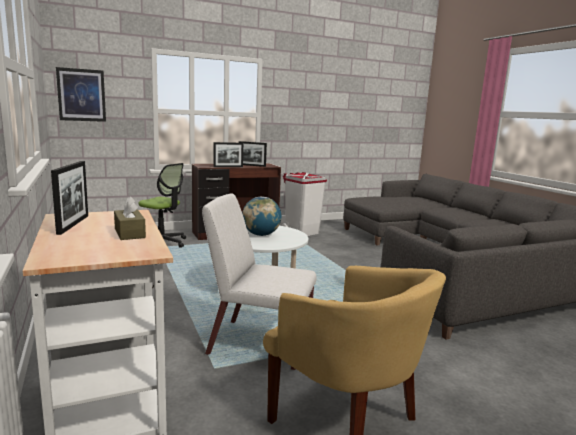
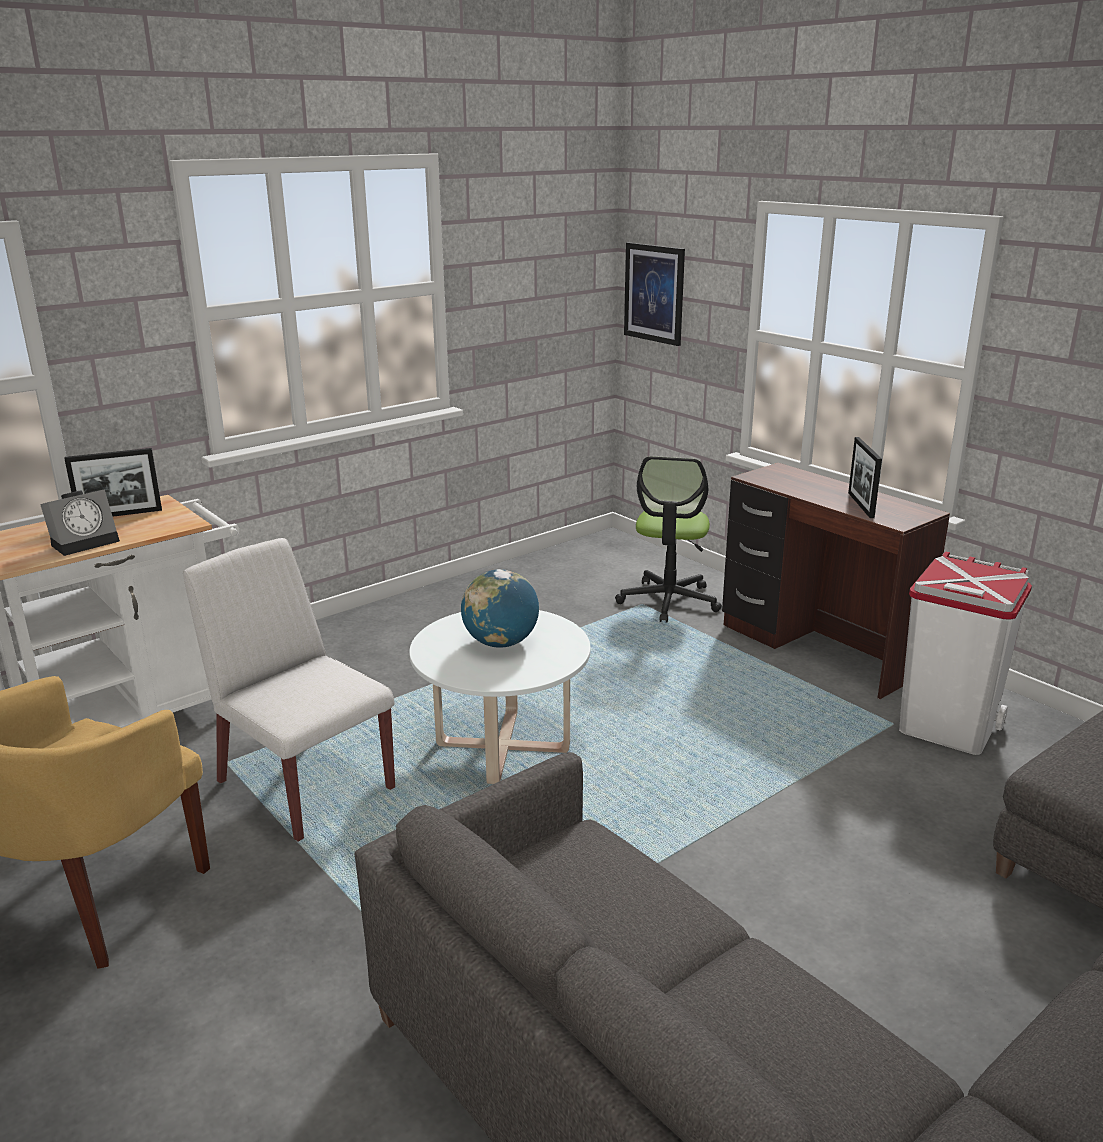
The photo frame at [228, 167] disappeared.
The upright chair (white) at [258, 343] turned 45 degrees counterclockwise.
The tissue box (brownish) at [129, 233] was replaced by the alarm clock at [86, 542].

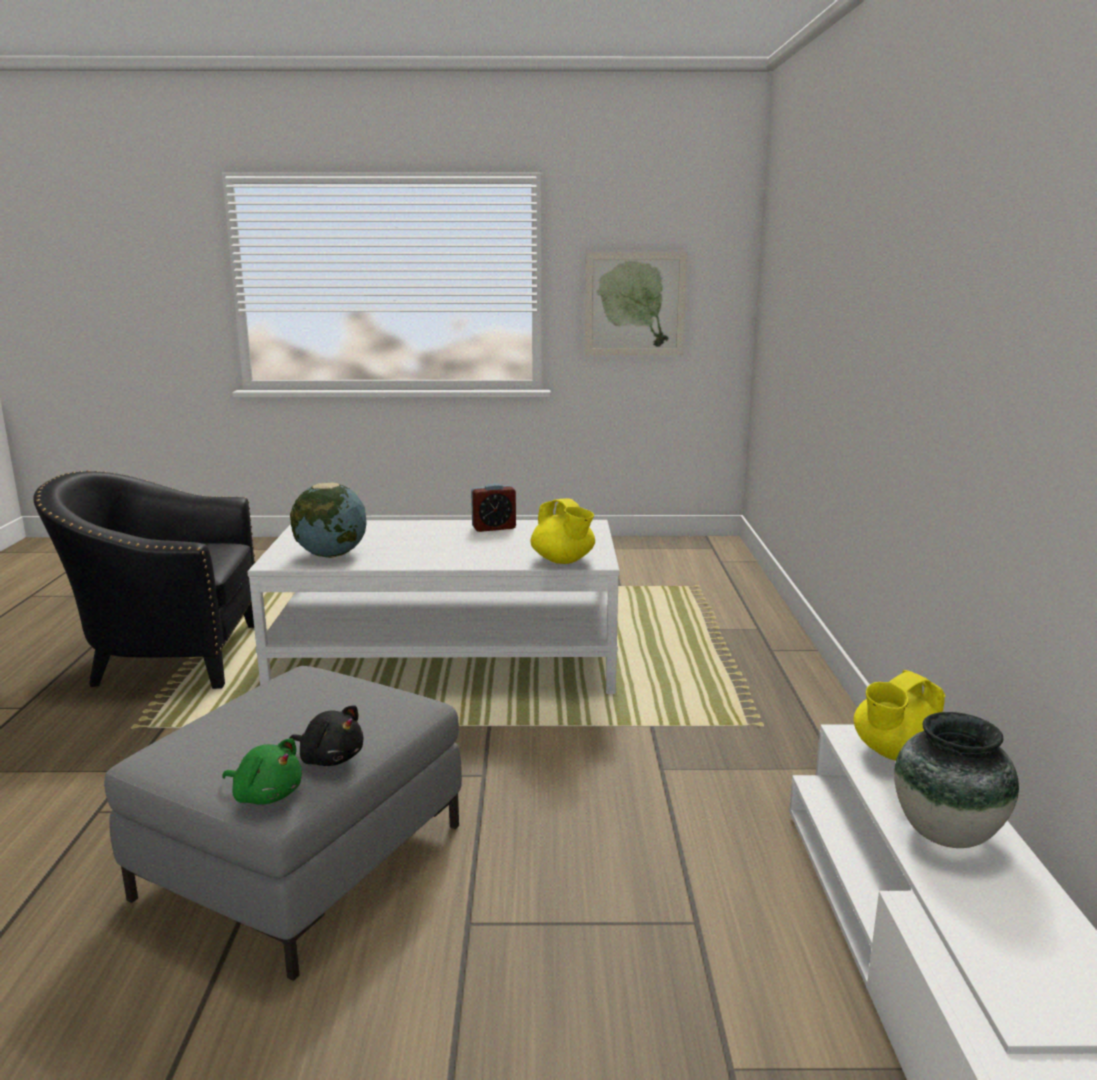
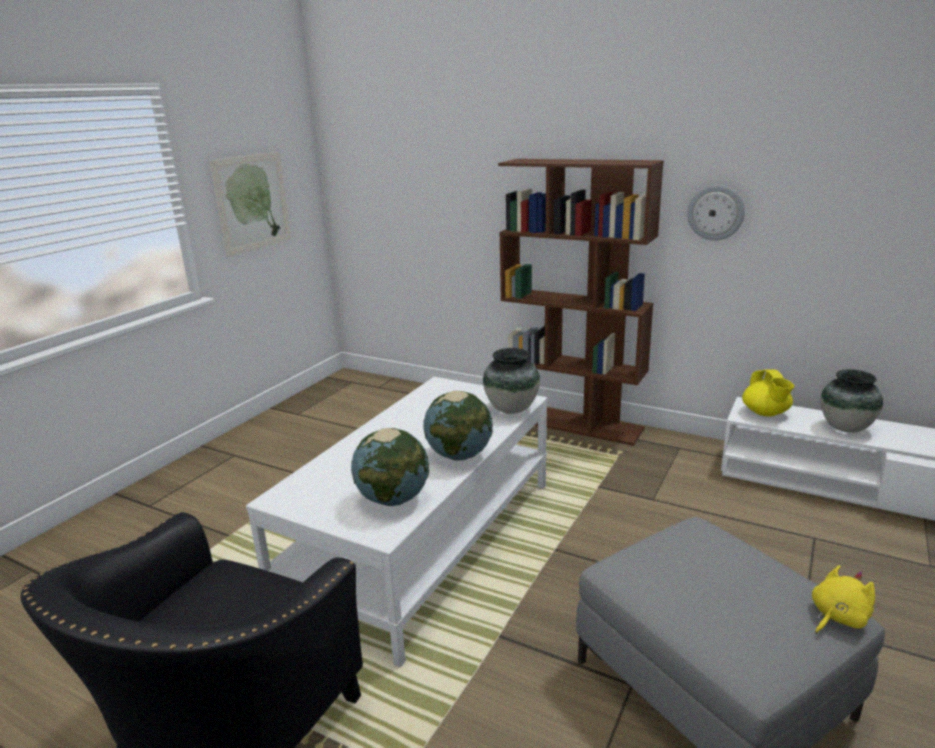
The alarm clock at [494, 528] disappeared.
The pot for tea (yellow) at [563, 561] was replaced by the flower vase at [512, 409].
The soft toy (blackish) at [330, 758] disappeared.
The soft toy (green) at [266, 795] became the soft toy (yellow) at [837, 617].
The bookcase (brownish) at [573, 423] appeared.
The hanging clock at [715, 212] appeared.
The globe at [459, 455] appeared.

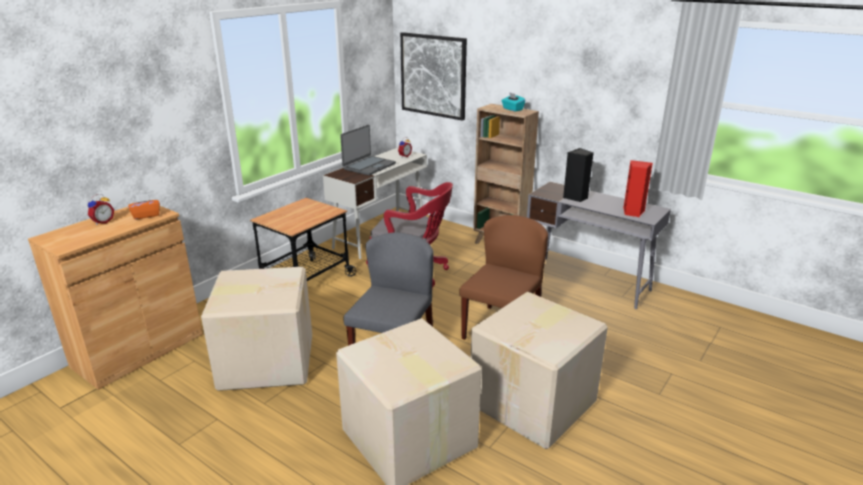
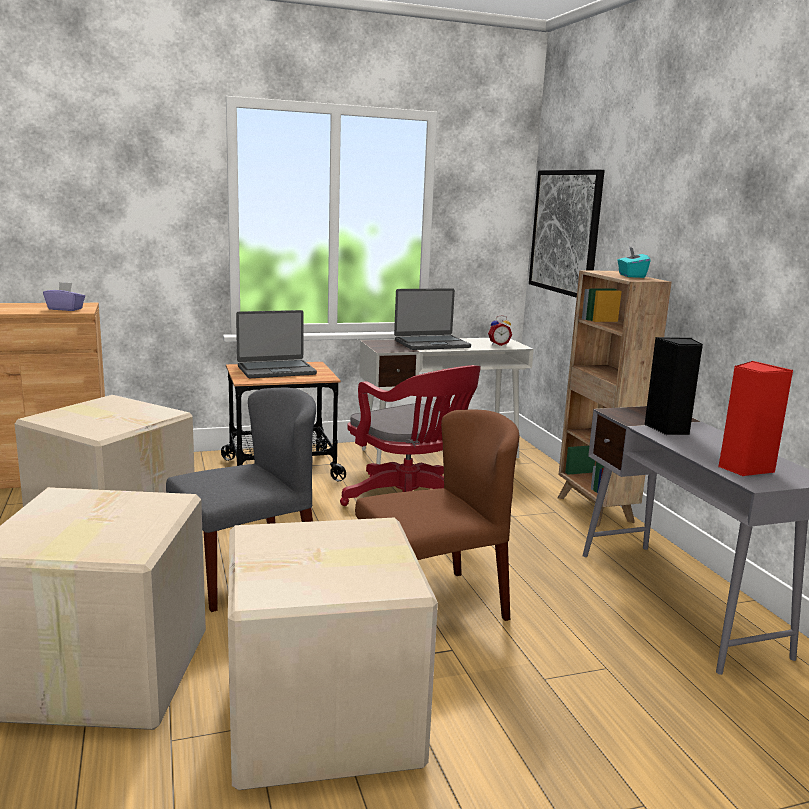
The tissue box (orangey) at [146, 215] became the tissue box (purplish) at [65, 309].
The alarm clock at [102, 222] disappeared.
The laptop at [276, 370] appeared.

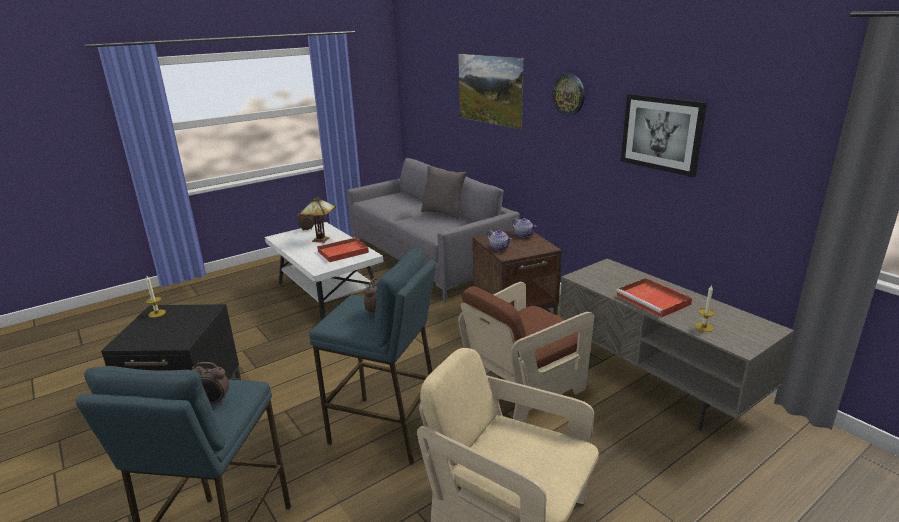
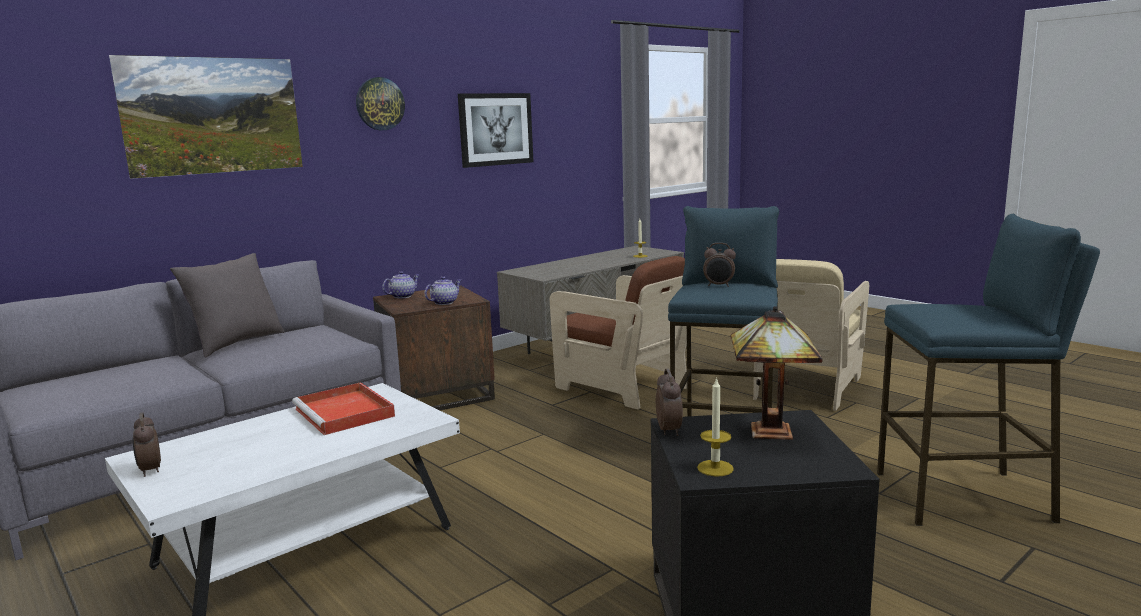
The lamp for a table moved from [322, 239] to [768, 430].
The carrying tray (red-coloured) at [654, 300] disappeared.
The alarm clock moved from [213, 402] to [669, 430].

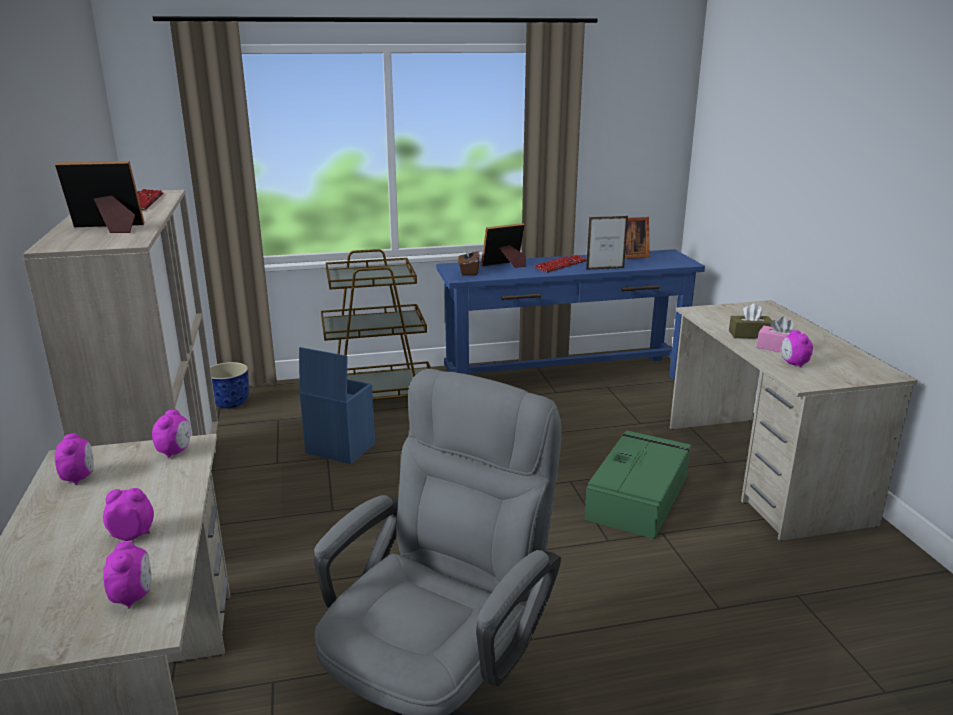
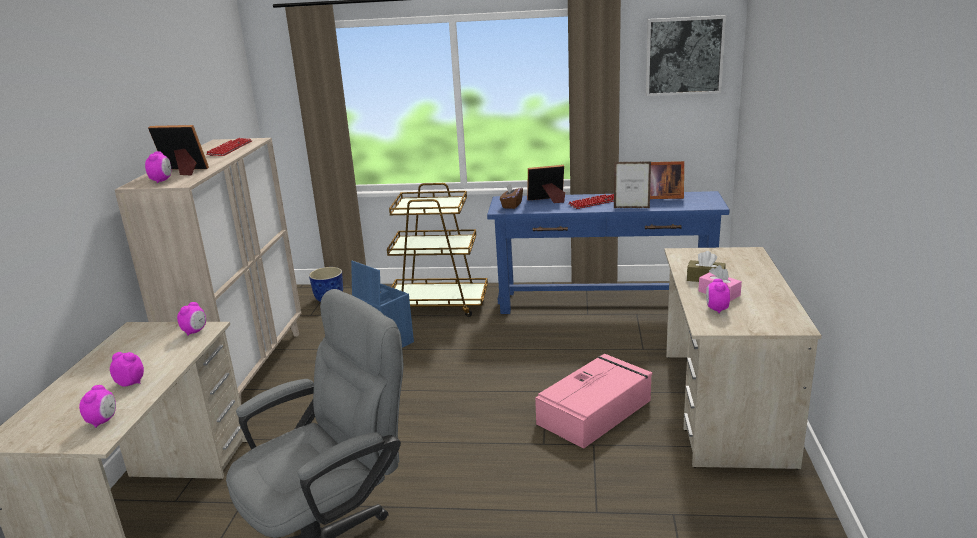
The storage box (green) at [638, 496] became the storage box (pink) at [595, 411].
The alarm clock moved from [79, 478] to [162, 180].
The wall art at [684, 56] appeared.

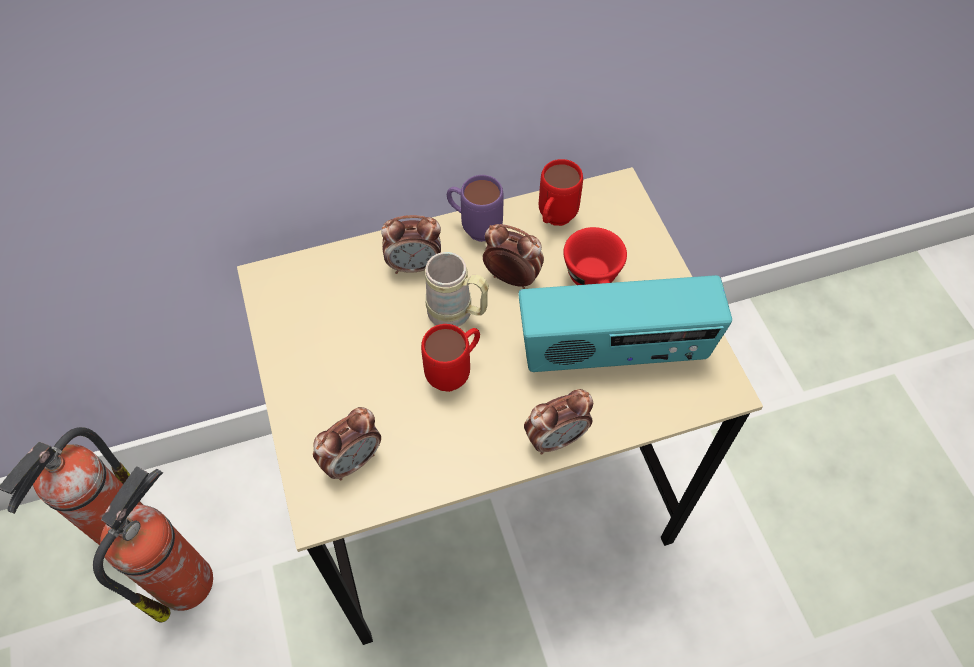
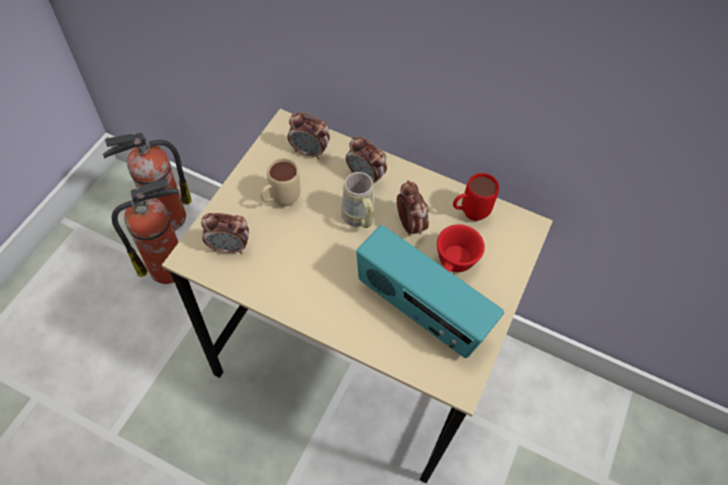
The mug (purplish) at [474, 227] disappeared.
The mug (red-coloured) at [455, 372] disappeared.
The alarm clock moved from [556, 438] to [309, 151].
The mug (sand-coloured) at [280, 201] appeared.

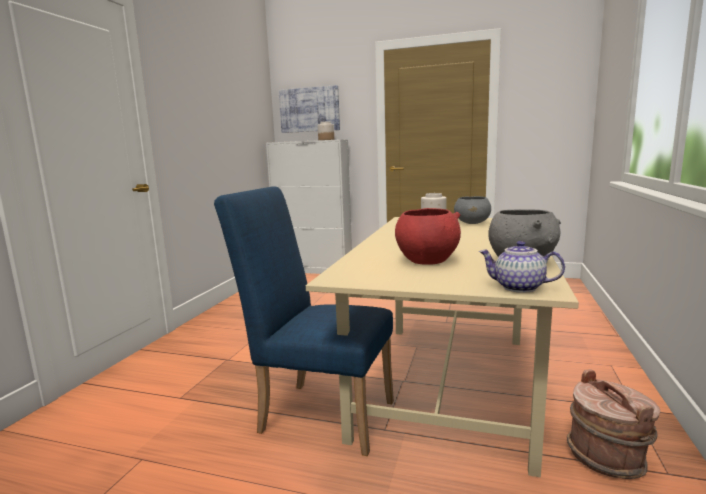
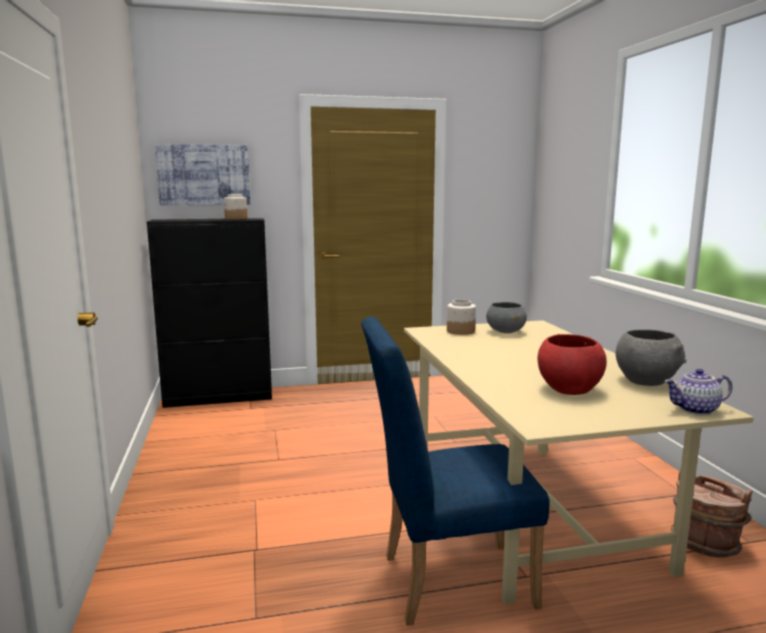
The storage cabinet (white) at [314, 270] became the storage cabinet (blackish) at [219, 397].

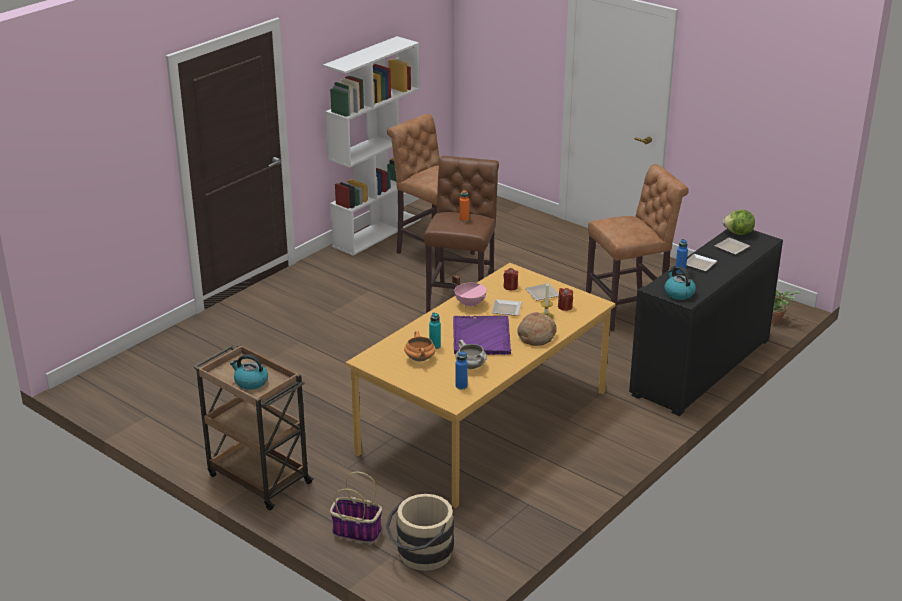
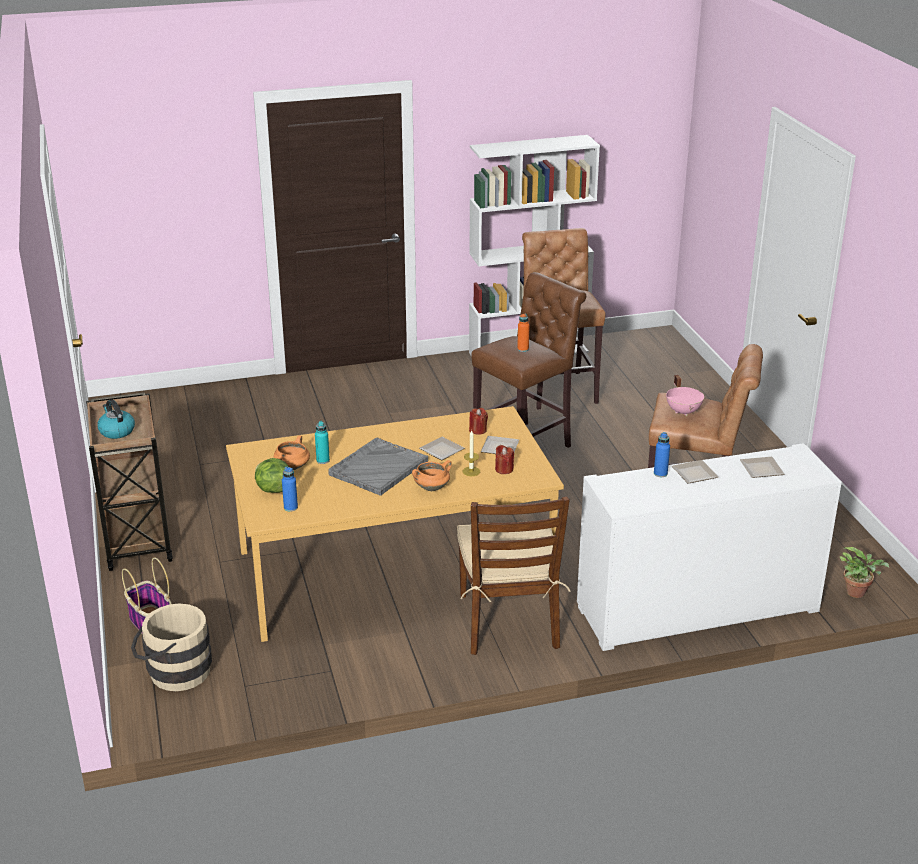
The lettuce moved from [738, 233] to [273, 489].
The storage cabinet (blackish) at [701, 366] became the storage cabinet (white) at [697, 608].
The water kettle at [678, 293] disappeared.
The cooking pot (pink) moved from [470, 303] to [684, 411].
The bakery bread at [536, 336] was replaced by the cooking pot (orangey) at [432, 487].
The carrying tray (purplish) at [481, 337] became the carrying tray (gray) at [378, 468].
The cooking pot (white) at [471, 366] disappeared.
The upright chair (brownish) at [509, 621] appeared.

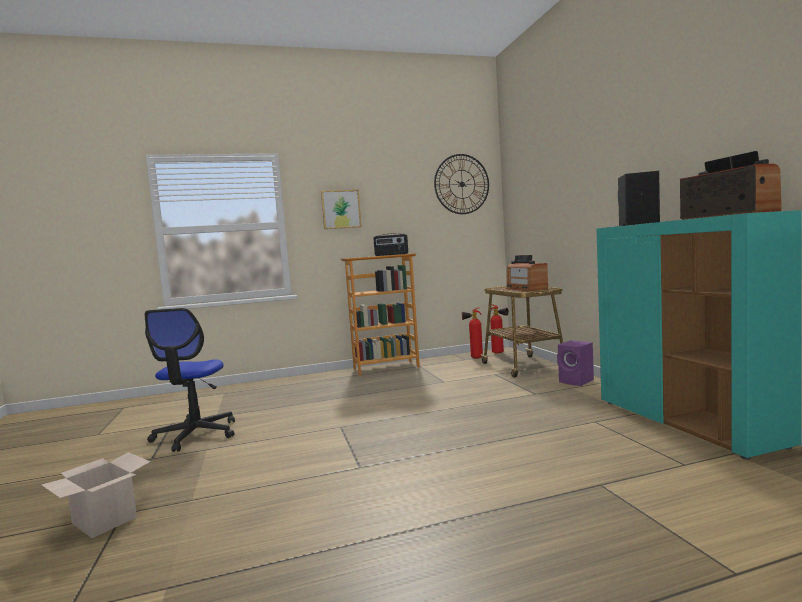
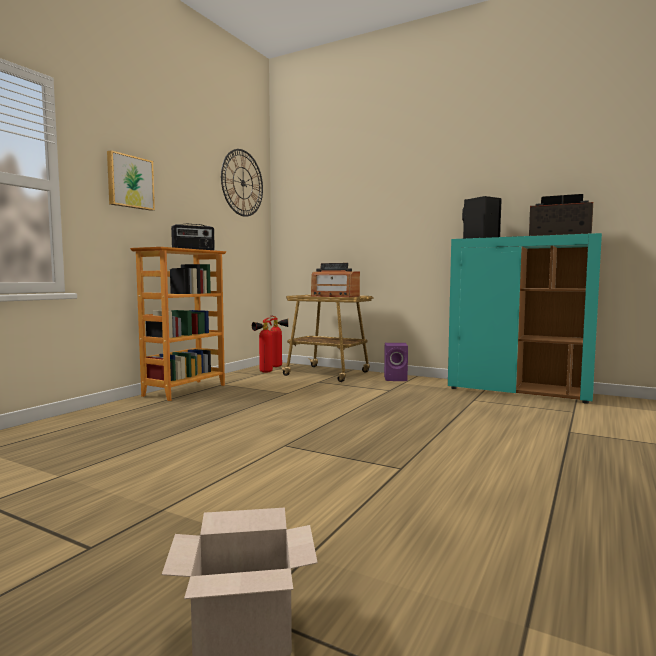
The computer chair at [196, 435] disappeared.

